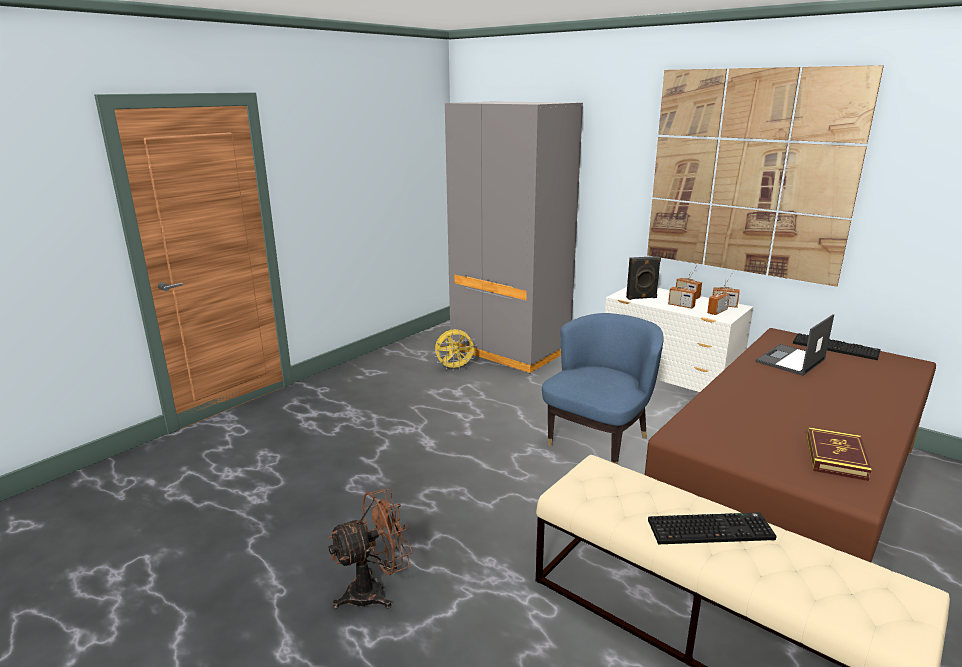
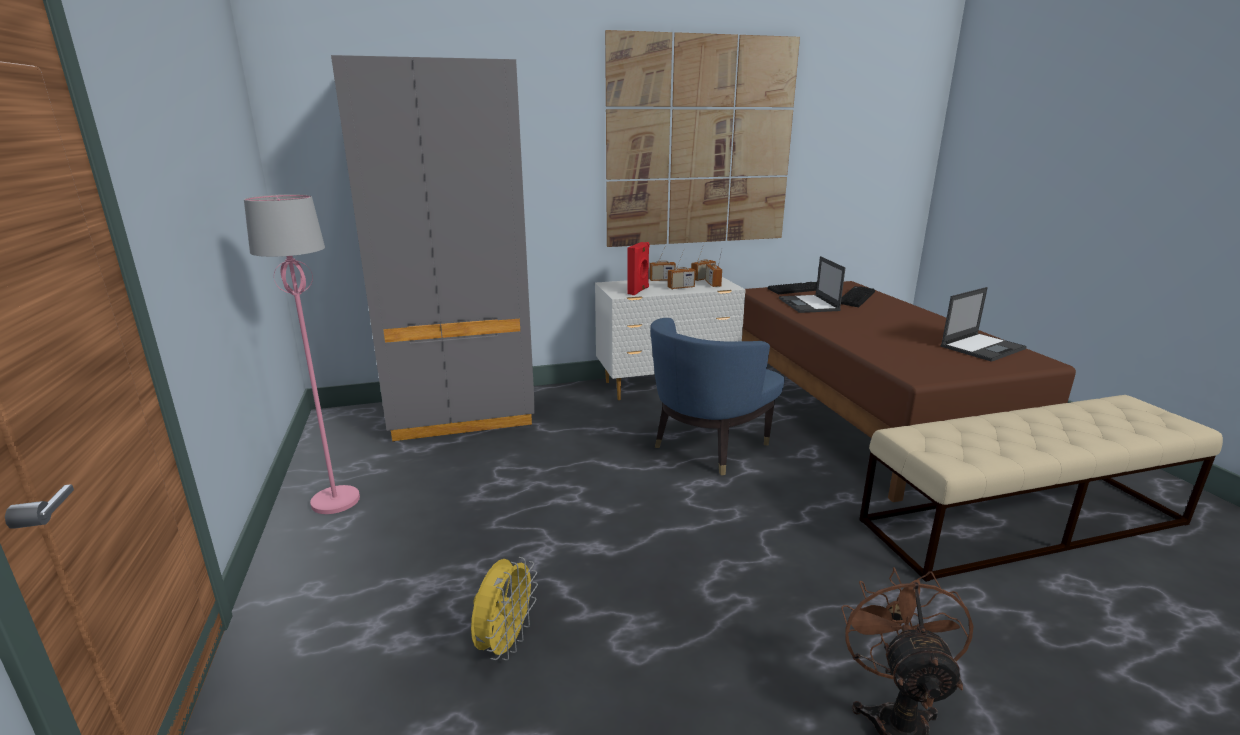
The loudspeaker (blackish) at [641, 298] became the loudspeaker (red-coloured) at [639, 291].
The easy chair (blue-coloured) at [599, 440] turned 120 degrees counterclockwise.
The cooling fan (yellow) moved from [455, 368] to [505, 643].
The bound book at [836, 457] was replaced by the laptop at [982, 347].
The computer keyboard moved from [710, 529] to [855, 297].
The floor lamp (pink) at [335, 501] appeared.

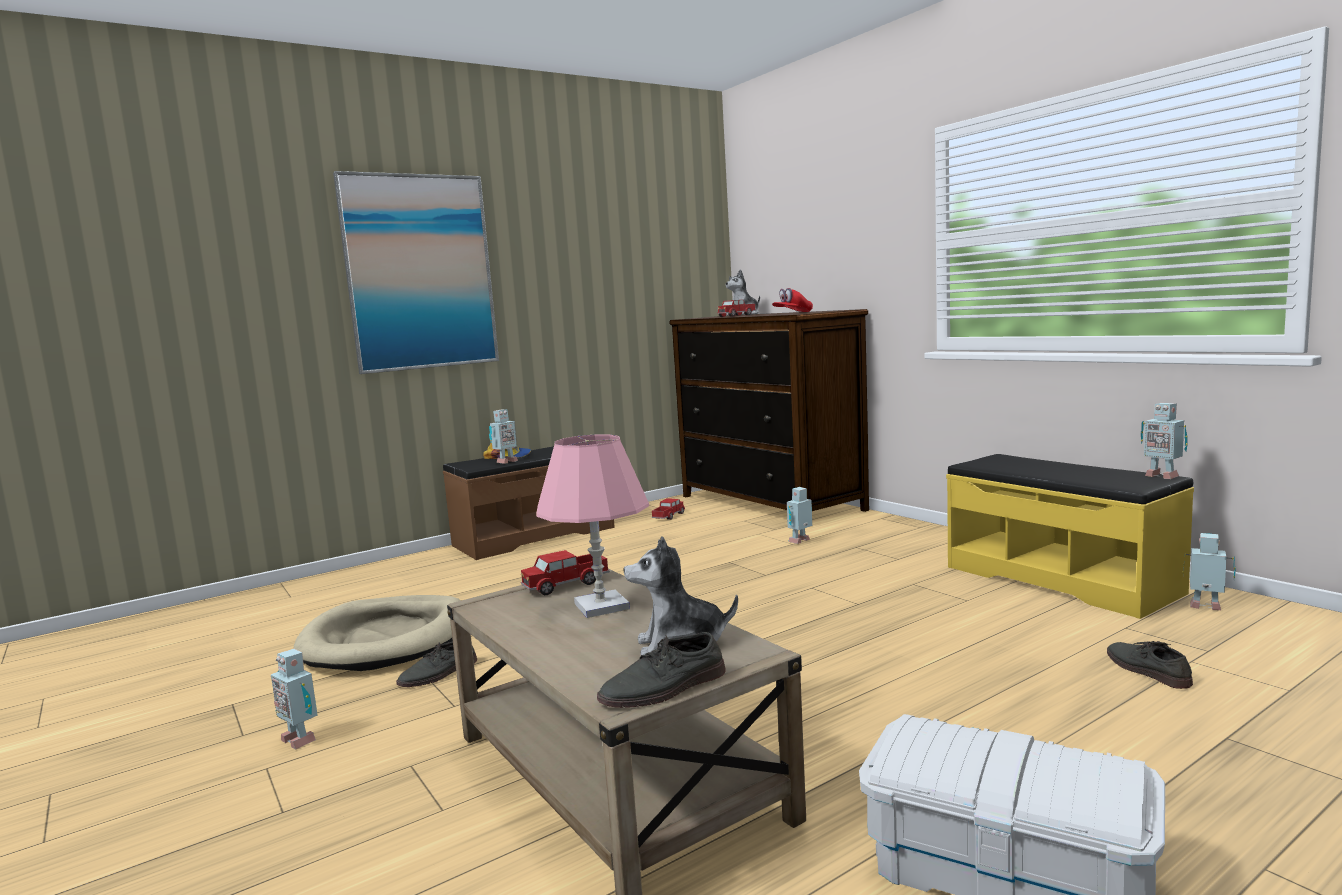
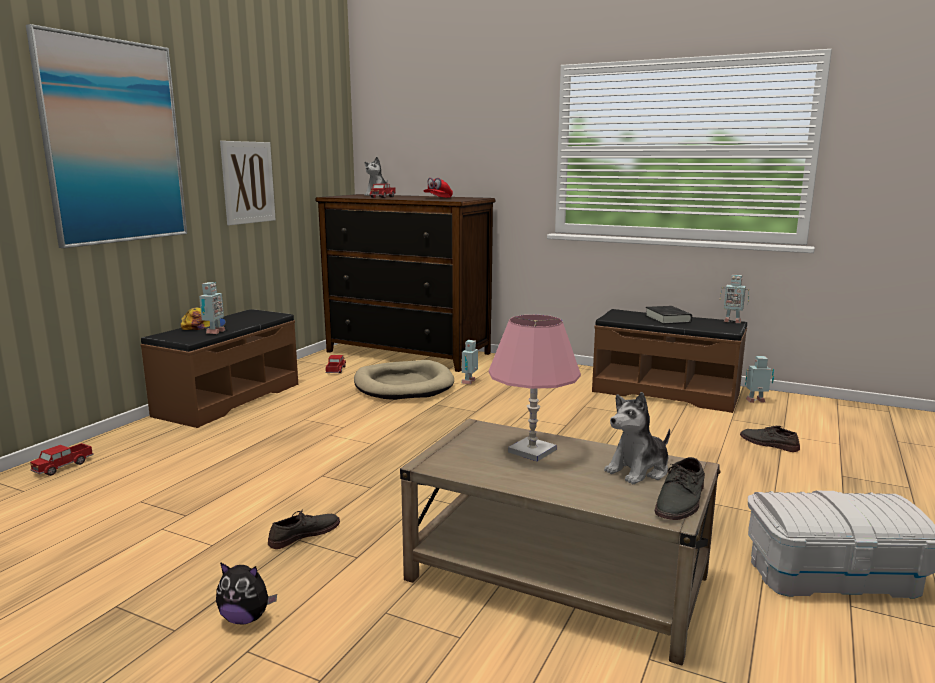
The indoor bench (yellow) at [1060, 579] became the indoor bench (brownish) at [665, 392].
The toy lorry moved from [566, 584] to [63, 466].
The dog cushion (sand-coloured) moved from [386, 639] to [403, 385].
The low shoe (gray) at [438, 673] turned 150 degrees counterclockwise.
The model robot at [301, 739] was replaced by the soft toy at [246, 618].
The wall art at [248, 182] appeared.
The bound book (blackish) at [667, 319] appeared.

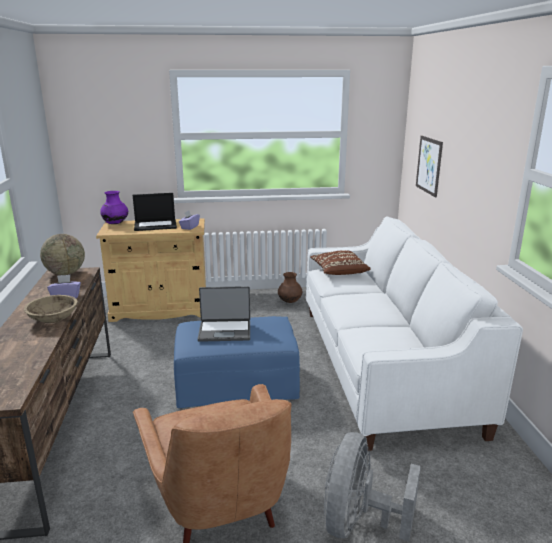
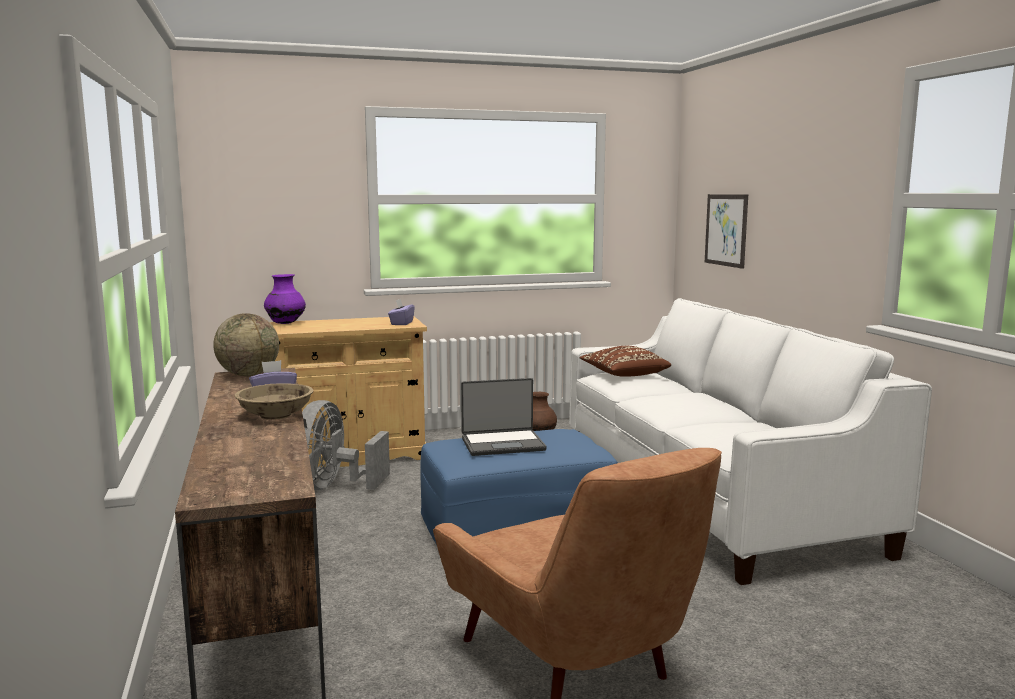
The laptop at [156, 225] disappeared.
The cooling fan (gray) moved from [359, 522] to [334, 486].

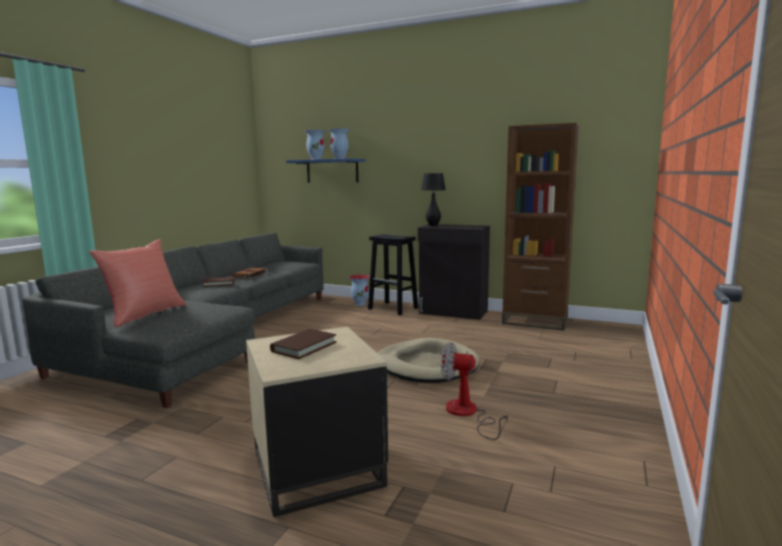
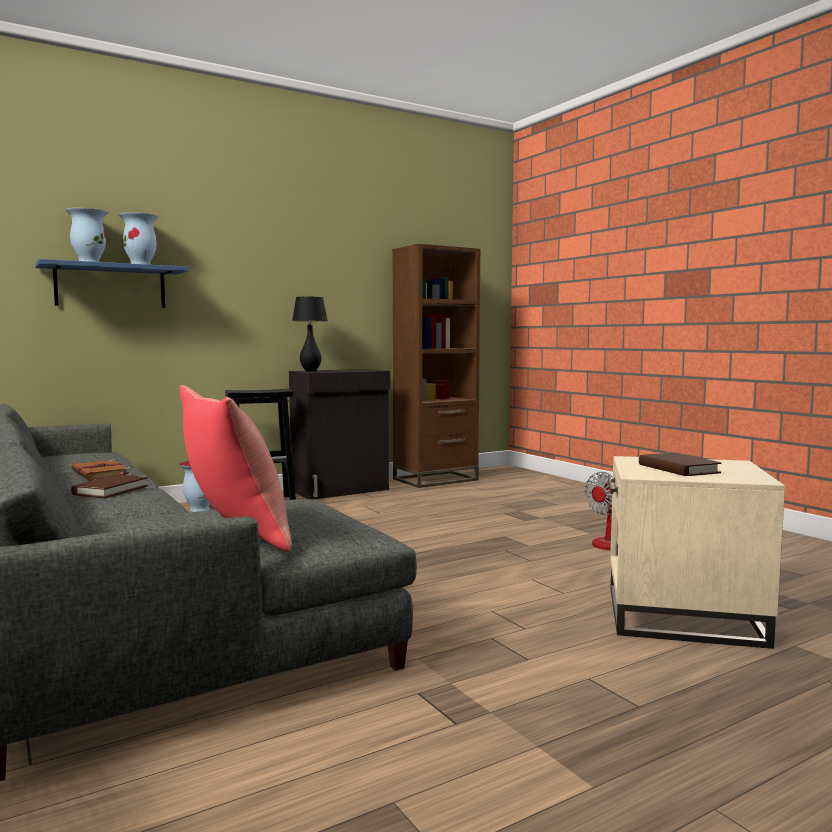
The dog cushion (sand-coloured) at [426, 365] disappeared.

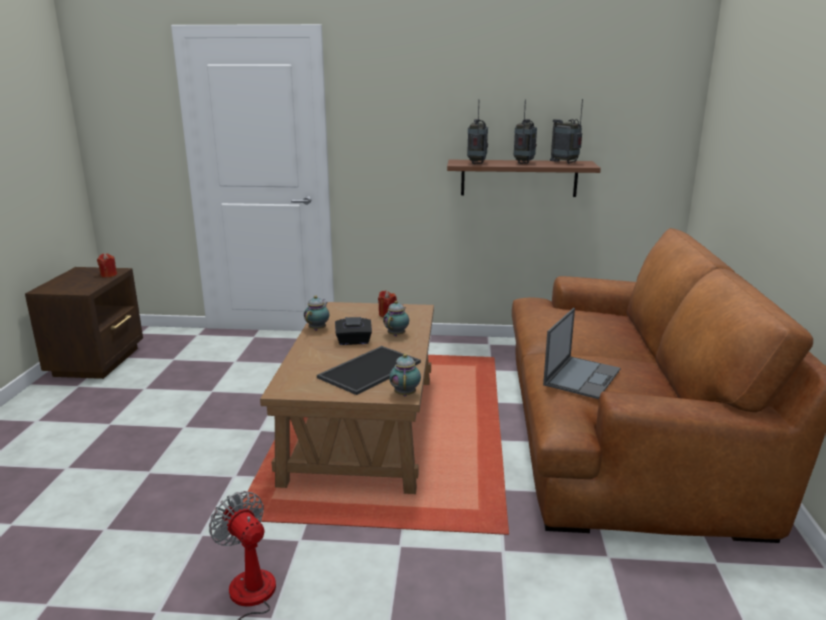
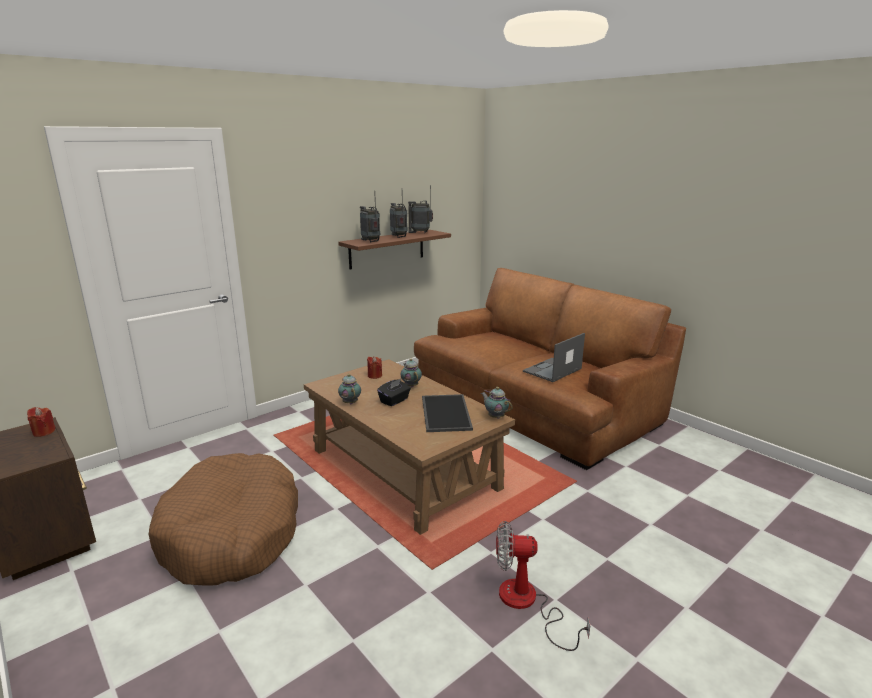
The laptop at [582, 377] turned 120 degrees counterclockwise.
The dog cushion (brownish) at [232, 534] appeared.

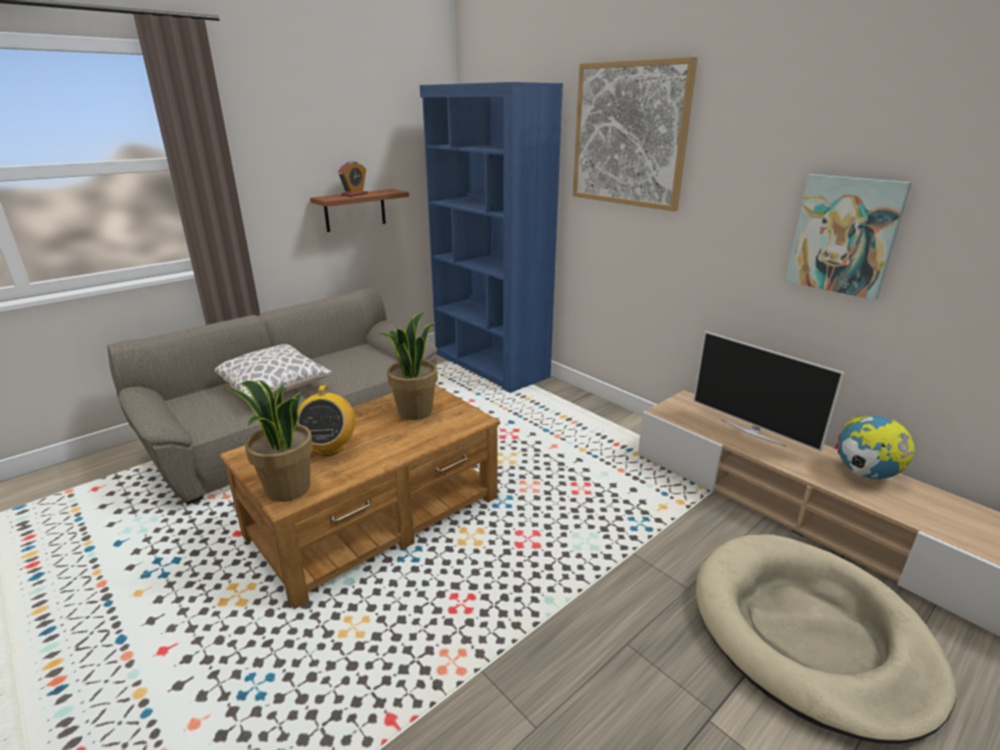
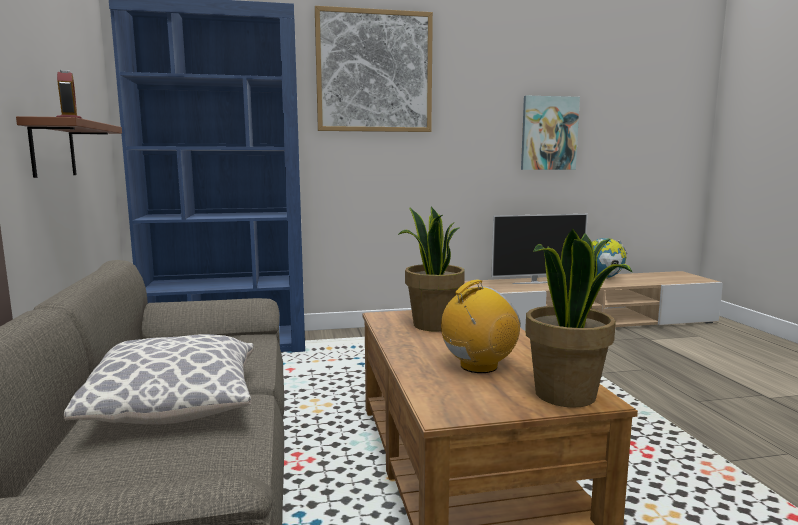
The radio receiver at [329, 448] turned 60 degrees counterclockwise.
The dog cushion (sand-coloured) at [809, 634] disappeared.

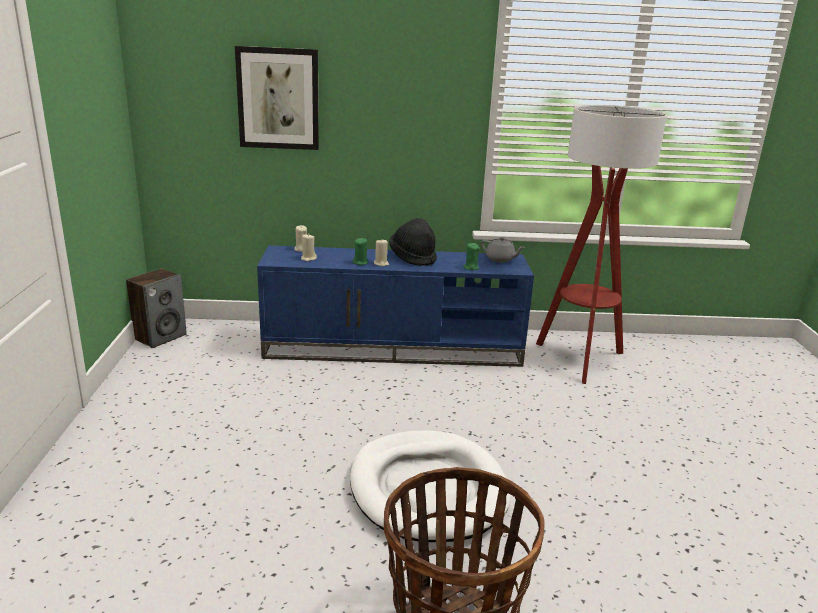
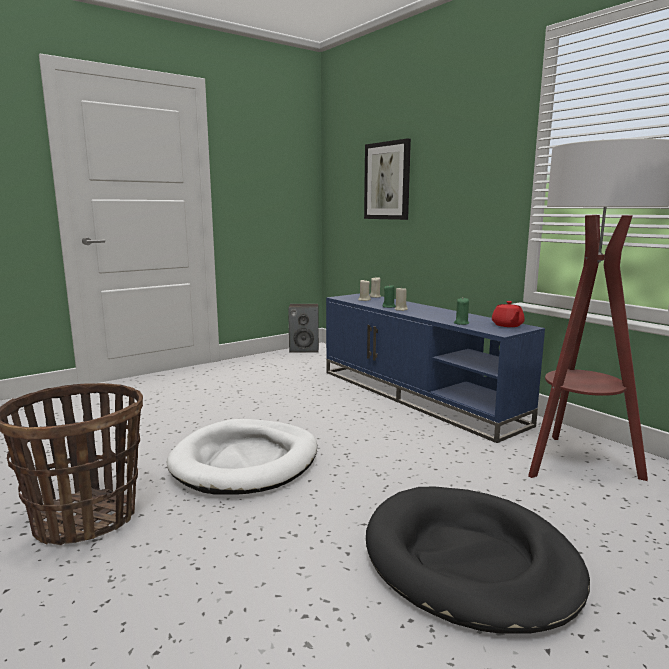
The clothing hat (blackish) at [413, 258] disappeared.
The pot for tea (gray) at [500, 259] became the pot for tea (red-coloured) at [507, 325].
The dog cushion (blackish) at [469, 561] appeared.

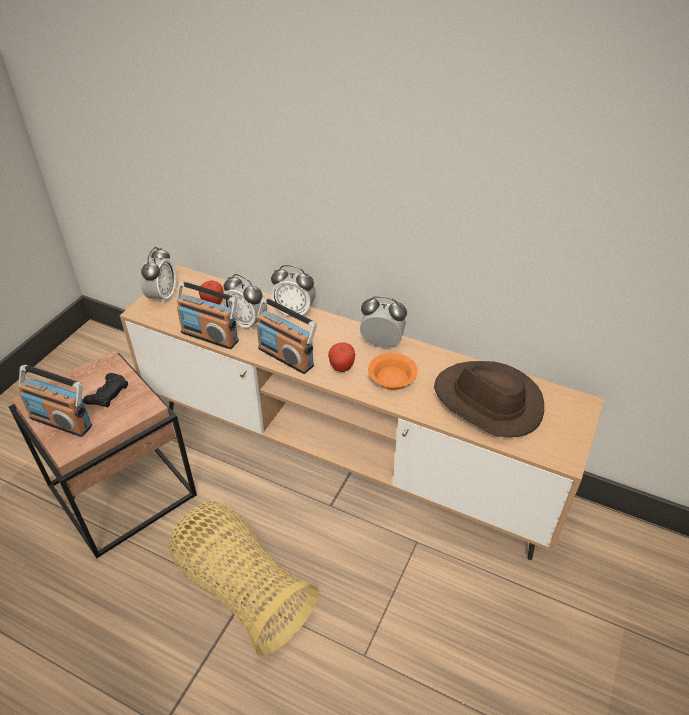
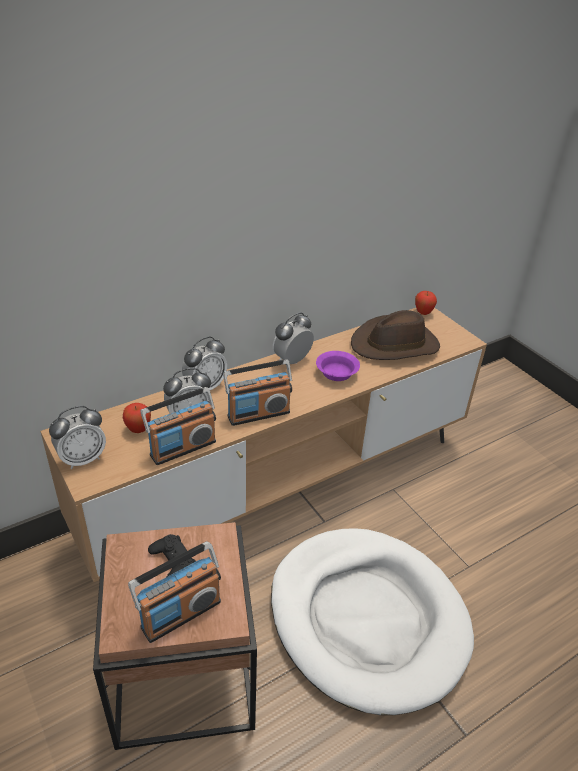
The alarm clock at [162, 296] turned 105 degrees clockwise.
The apple fruit moved from [341, 368] to [423, 313].
The deep dish (orangey) at [391, 380] became the deep dish (purplish) at [336, 374].
The storage basket at [242, 590] was replaced by the dog cushion (white) at [367, 619].

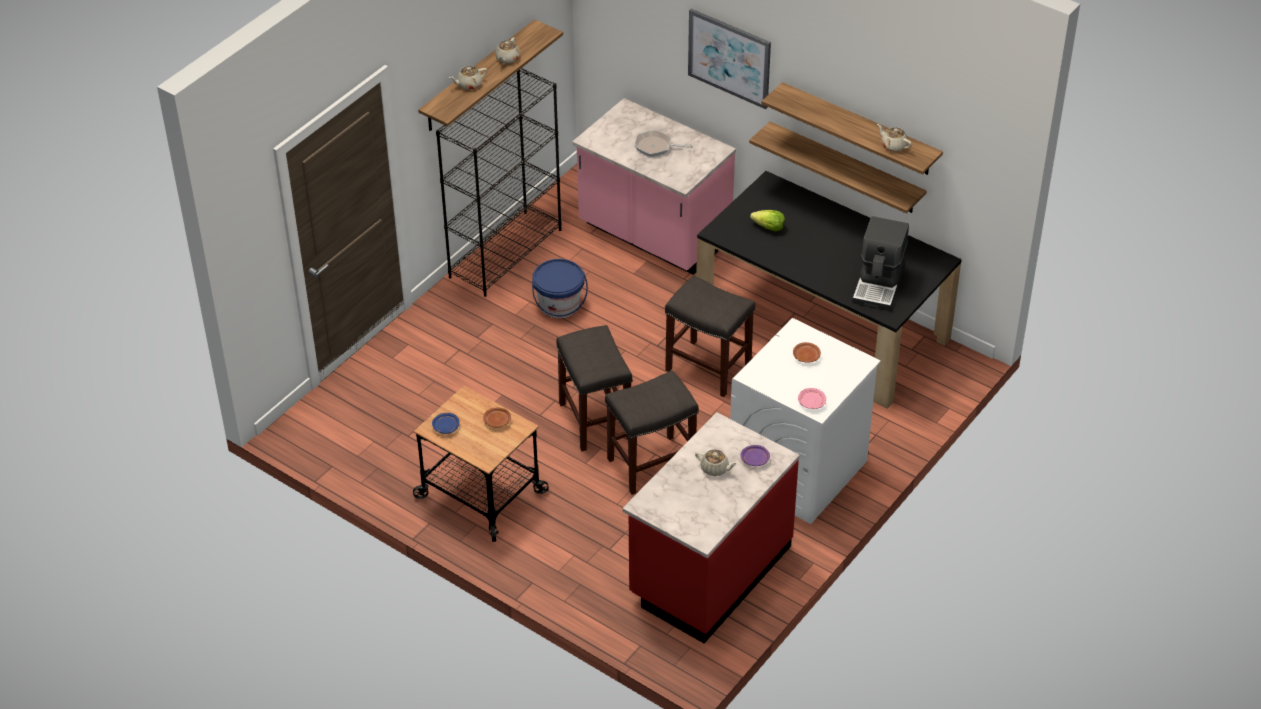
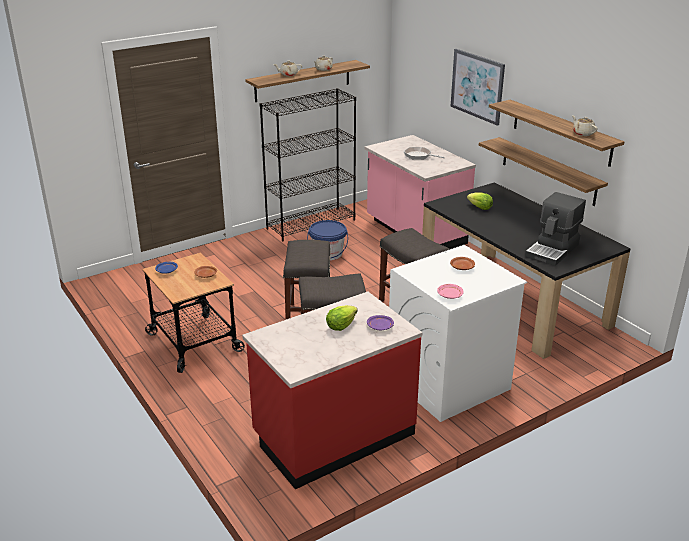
The pot for tea (sand-coloured) at [715, 469] was replaced by the lettuce at [341, 326].

